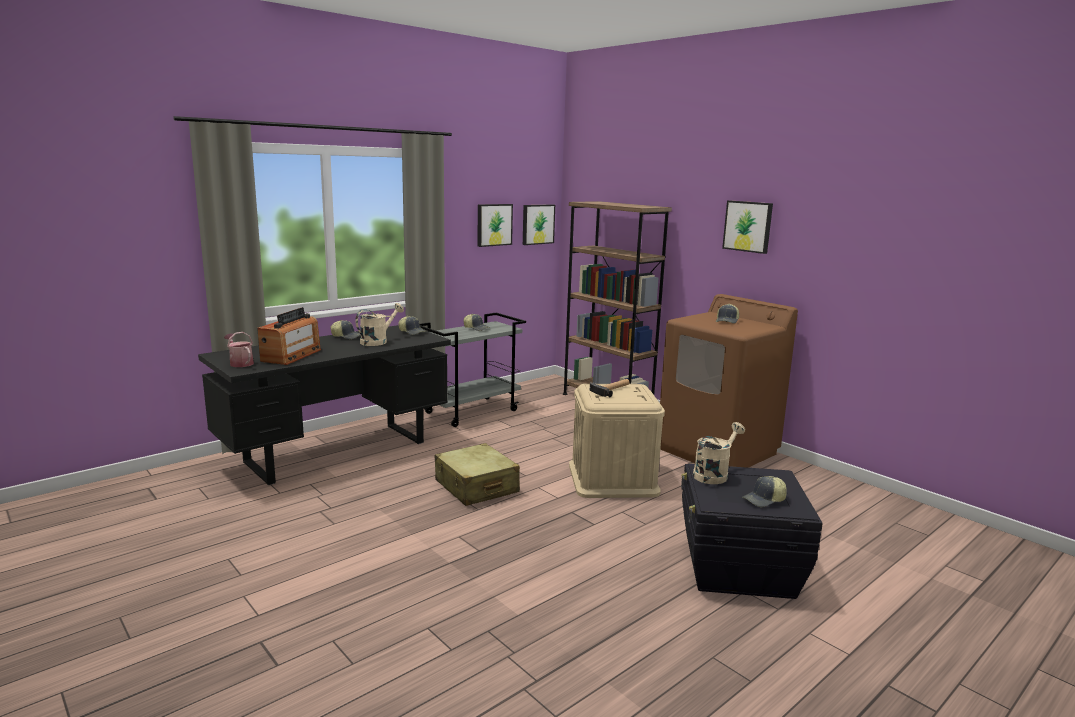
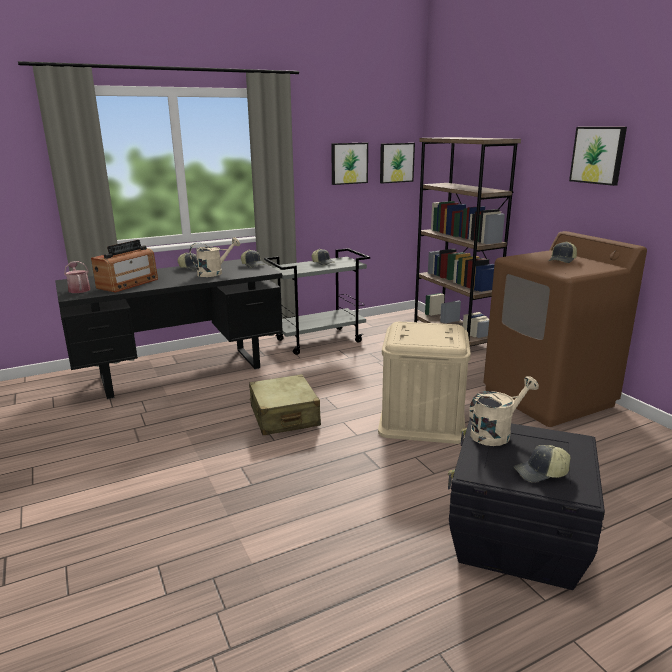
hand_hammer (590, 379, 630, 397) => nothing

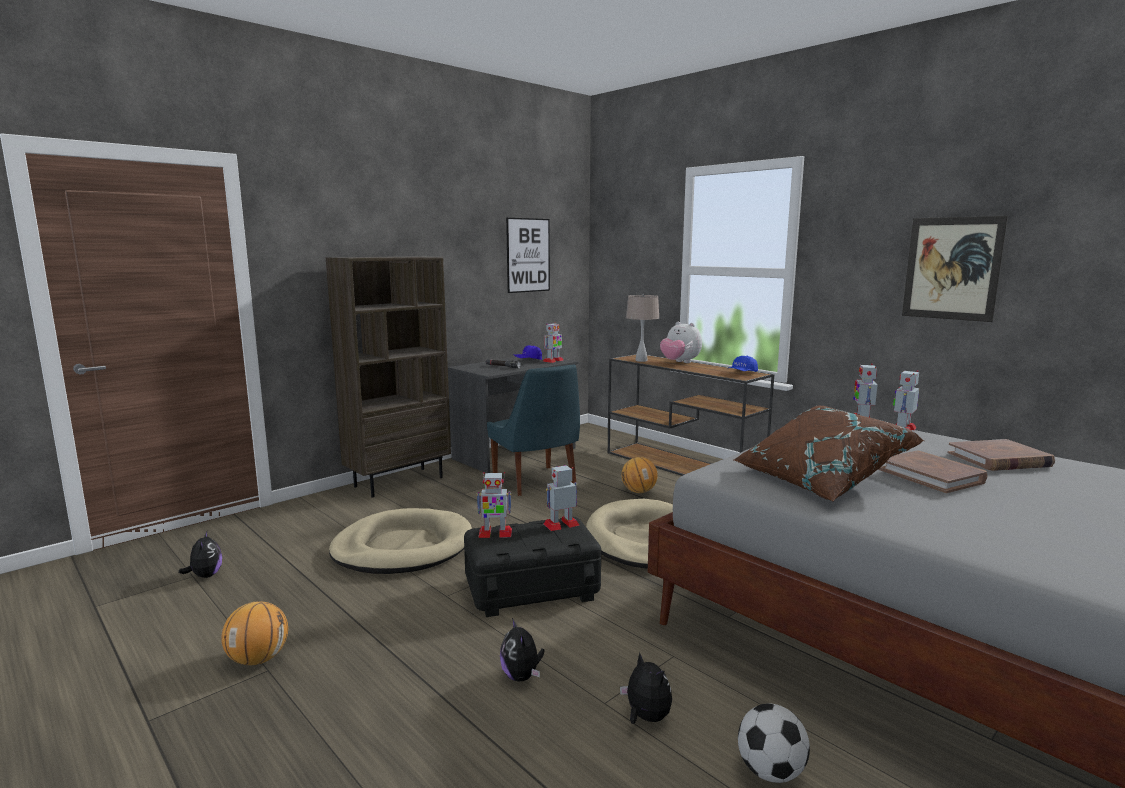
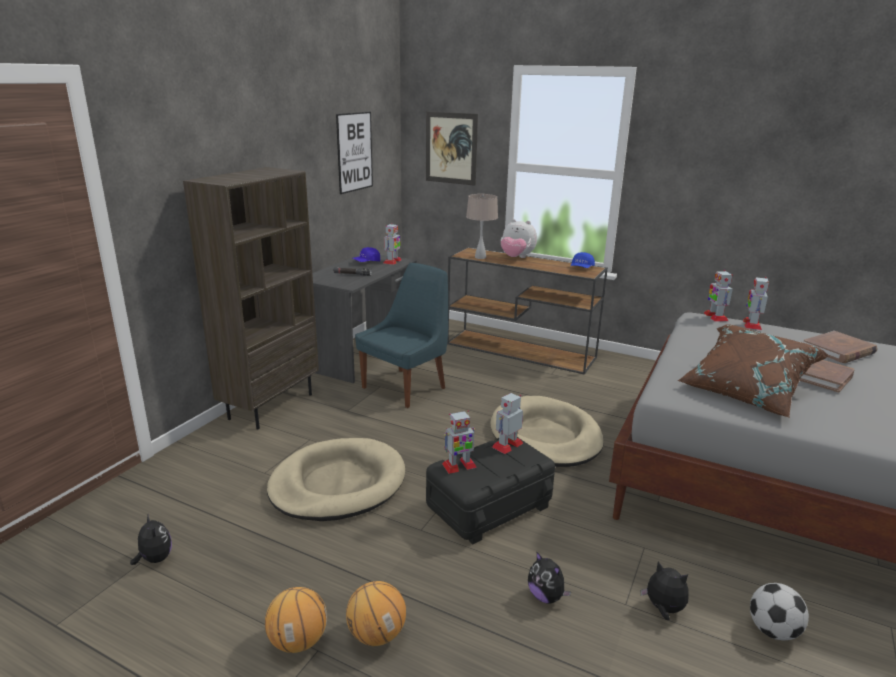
basketball_ball (621, 457, 658, 493) => basketball_ball (346, 581, 406, 646), shifted
bluish_upright_chair (487, 364, 580, 496) => bluish_upright_chair (355, 263, 448, 408), 90 degrees counterclockwise
wall_art (902, 216, 1008, 322) => wall_art (426, 111, 478, 186), shifted

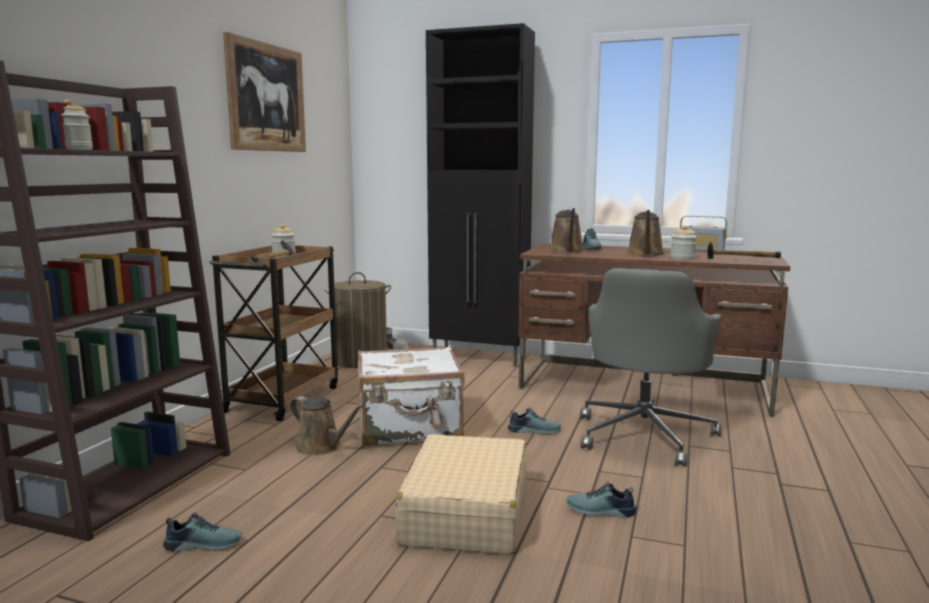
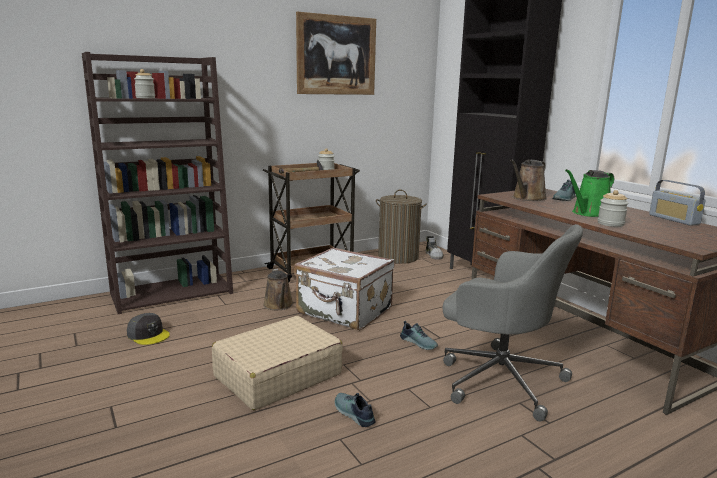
item_of_footwear (163, 512, 242, 552) => grey_peaked_cap (127, 313, 170, 345)
grey_computer_chair (580, 268, 722, 467) => grey_computer_chair (443, 224, 583, 422), 120 degrees counterclockwise
brownish_watering_can (627, 210, 664, 256) => green-coloured_watering_can (565, 169, 614, 217)
hand_hammer (707, 241, 781, 259) => nothing

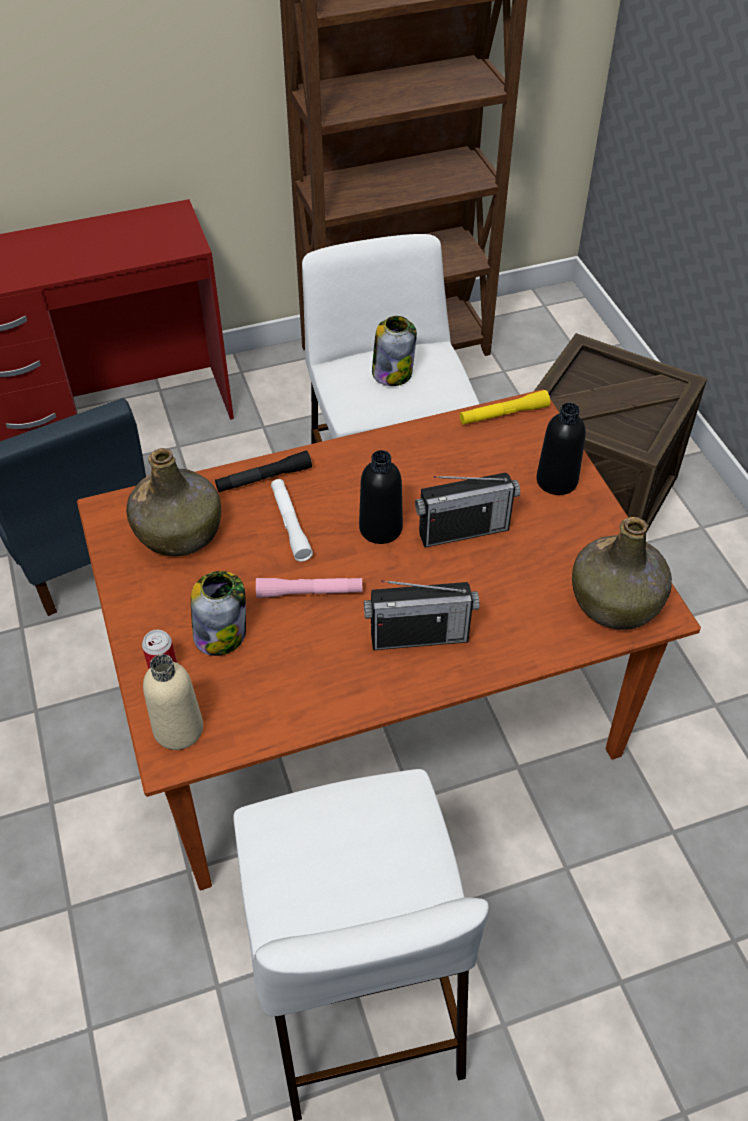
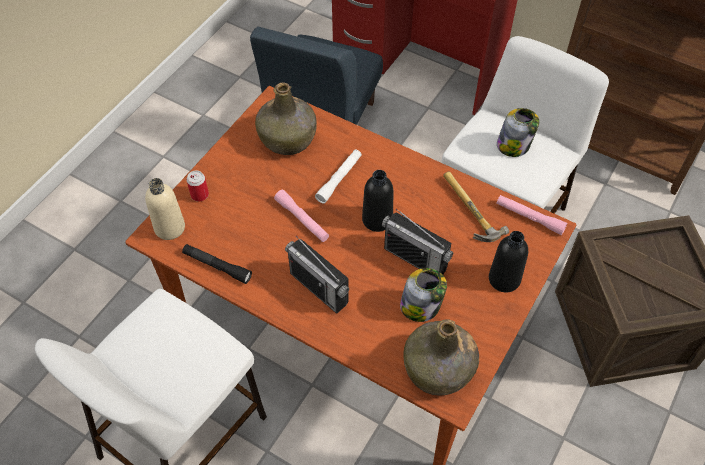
black-coloured_hand_torch (215, 450, 312, 493) => black-coloured_hand_torch (182, 244, 252, 284), shifted
storage_jar (191, 571, 246, 656) => storage_jar (400, 268, 447, 322), shifted
nothing => hand_hammer (443, 172, 509, 242)
yellowish_hand_torch (460, 390, 550, 425) => pinkish_hand_torch (496, 195, 567, 235)

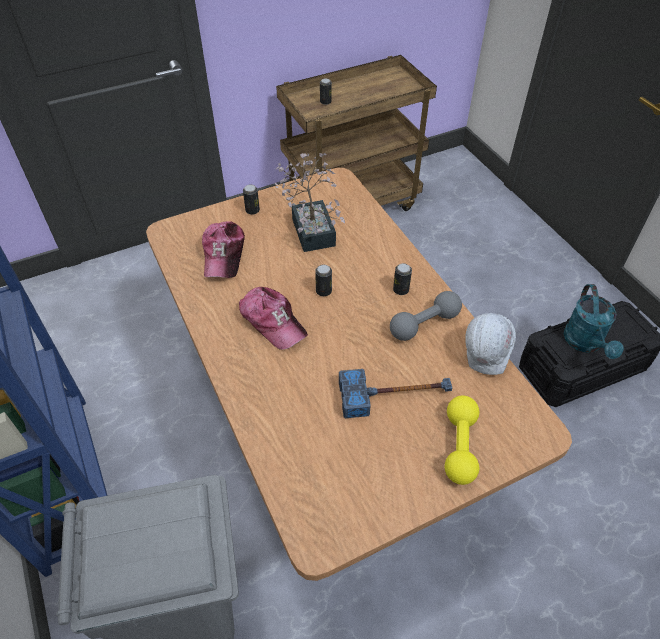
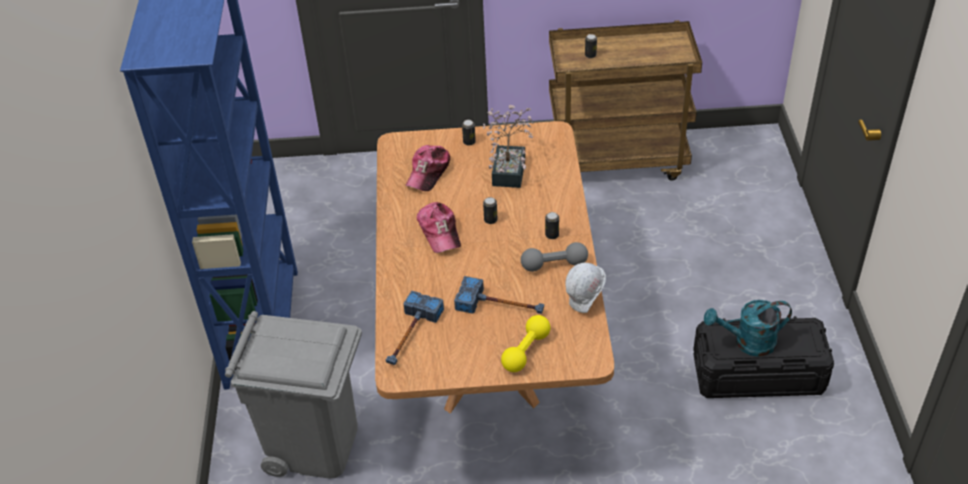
nothing => hand_hammer (386, 291, 444, 365)
turquoise_watering_can (564, 284, 624, 359) => turquoise_watering_can (704, 300, 792, 357), 60 degrees clockwise

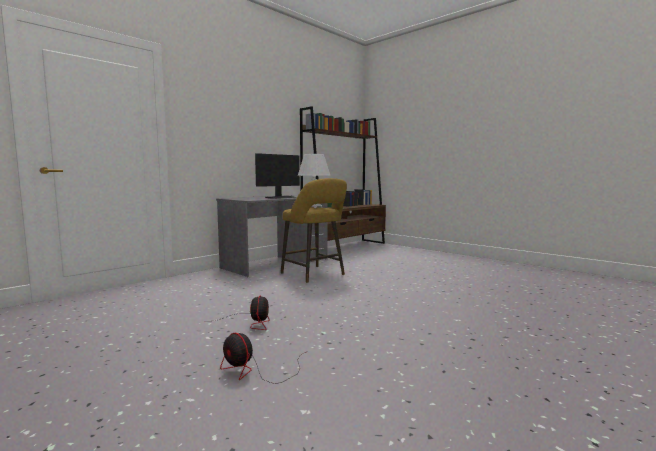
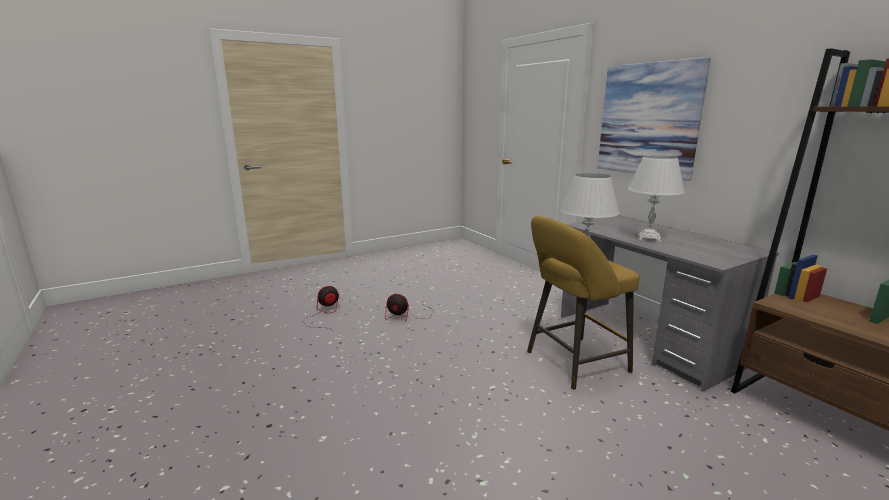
nothing => wall_art (598, 57, 711, 181)
computer_display (255, 153, 300, 199) => white_table_lamp (628, 156, 685, 242)

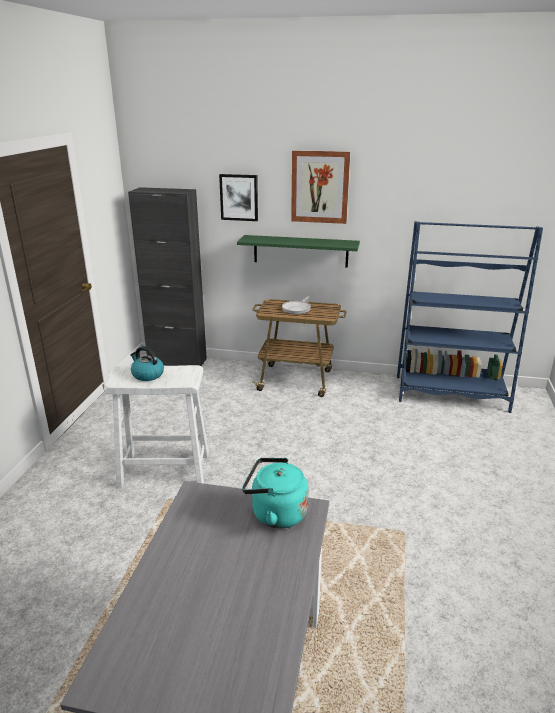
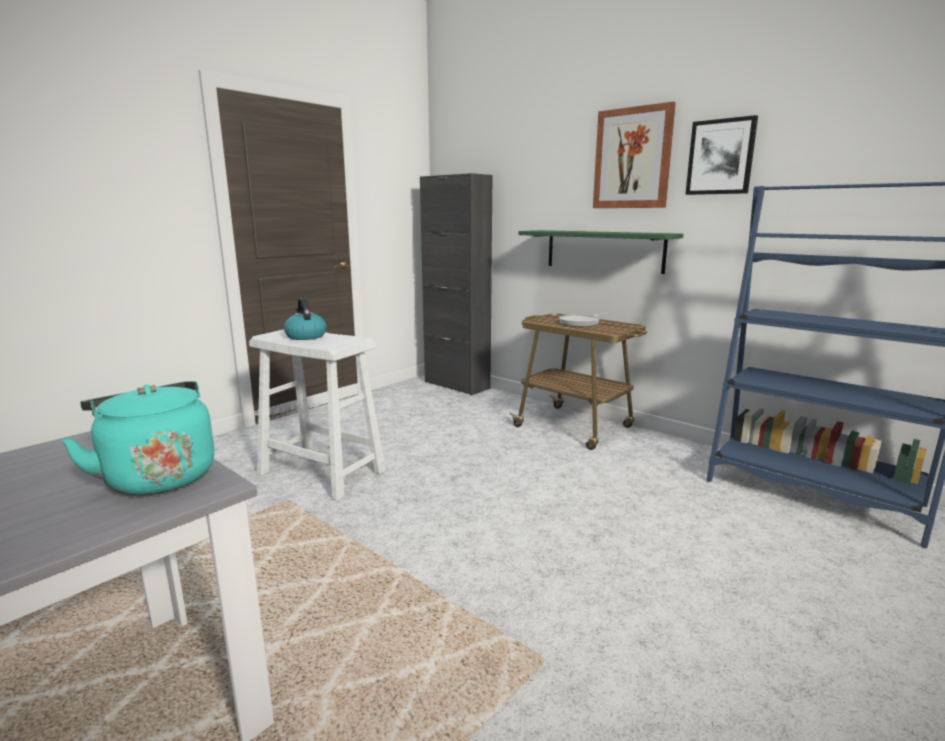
wall_art (219, 174, 258, 221) => wall_art (685, 115, 758, 195), shifted

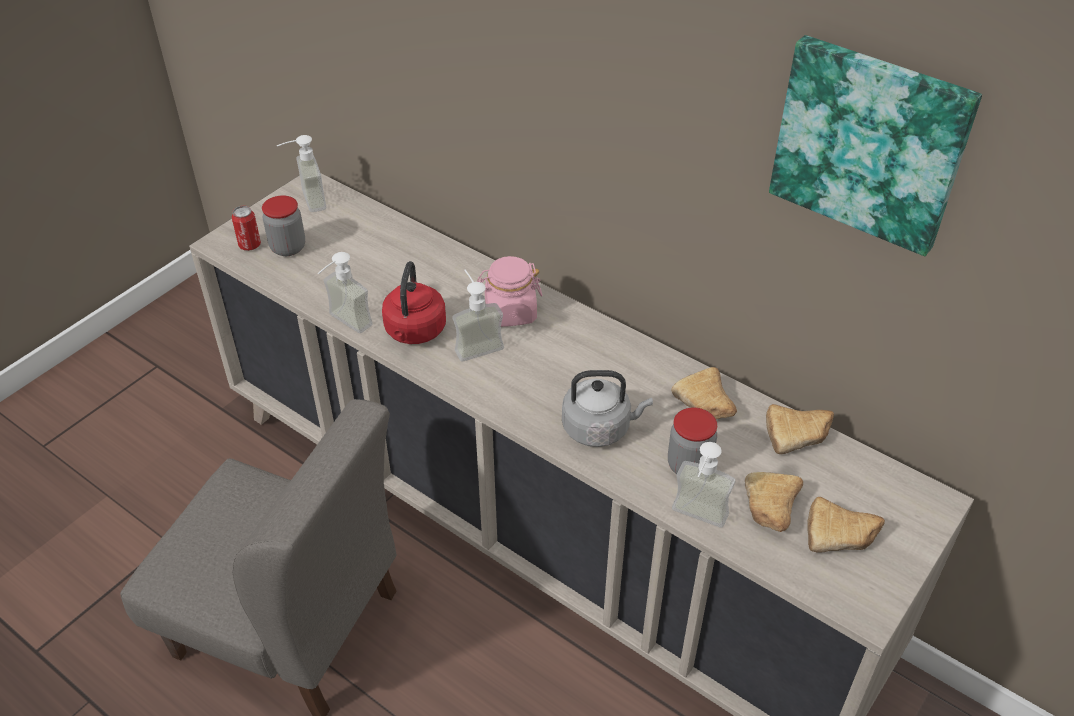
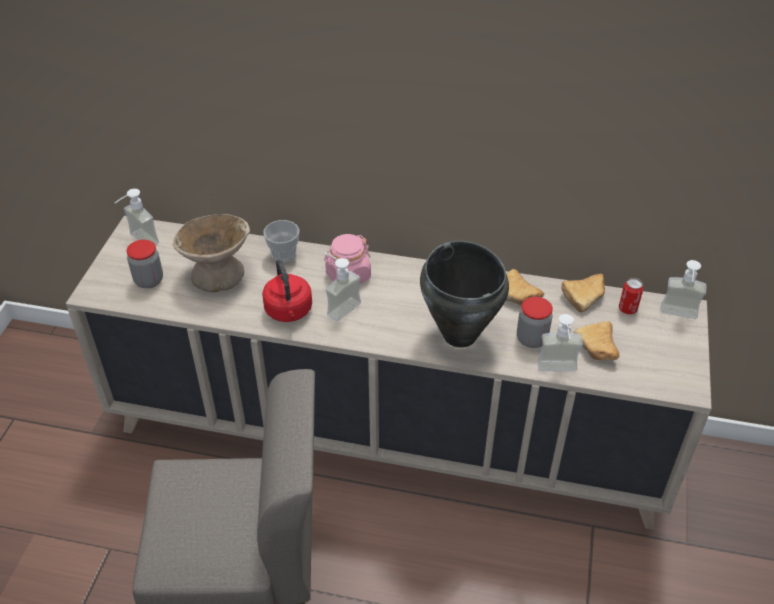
nothing => beige-coloured_bowl (173, 214, 250, 292)
nothing => small_cup (263, 220, 299, 263)
grey_tea_kettle (562, 370, 653, 447) => black-coloured_stockpot (420, 241, 509, 348)
metal_can (232, 206, 261, 251) => metal_can (619, 278, 644, 314), shifted
soap_bottle (318, 252, 373, 333) => soap_bottle (661, 260, 706, 319), shifted
wall_art (769, 35, 982, 256) => nothing
bakery_bread (807, 497, 885, 553) => nothing

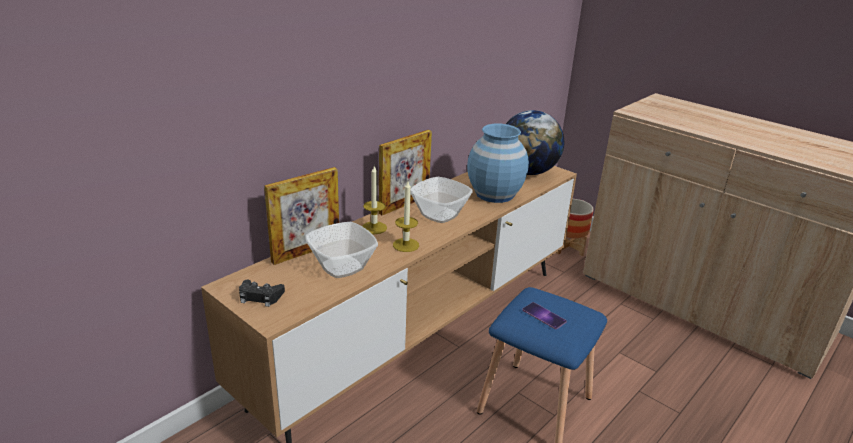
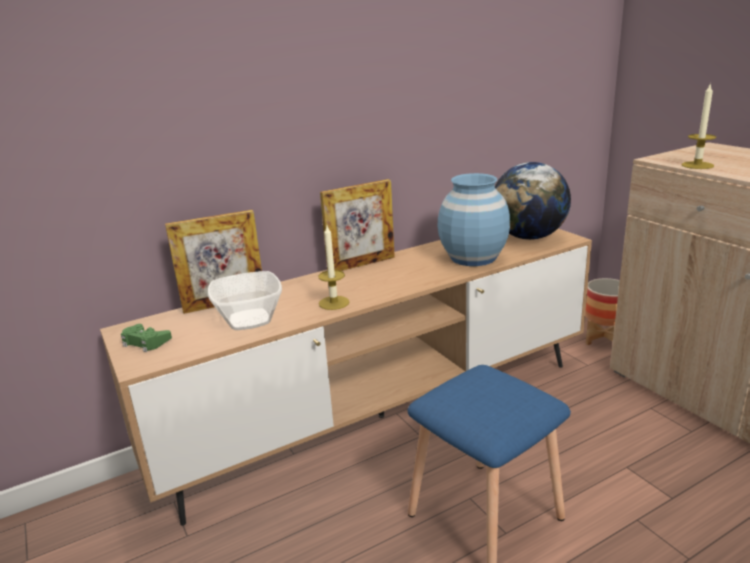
black-coloured_gamepad (239, 280, 285, 307) => green-coloured_gamepad (121, 324, 172, 352)
candle (362, 165, 387, 234) => candle (681, 83, 716, 169), shifted
bowl (411, 177, 473, 223) => nothing
handset (522, 302, 567, 329) => nothing

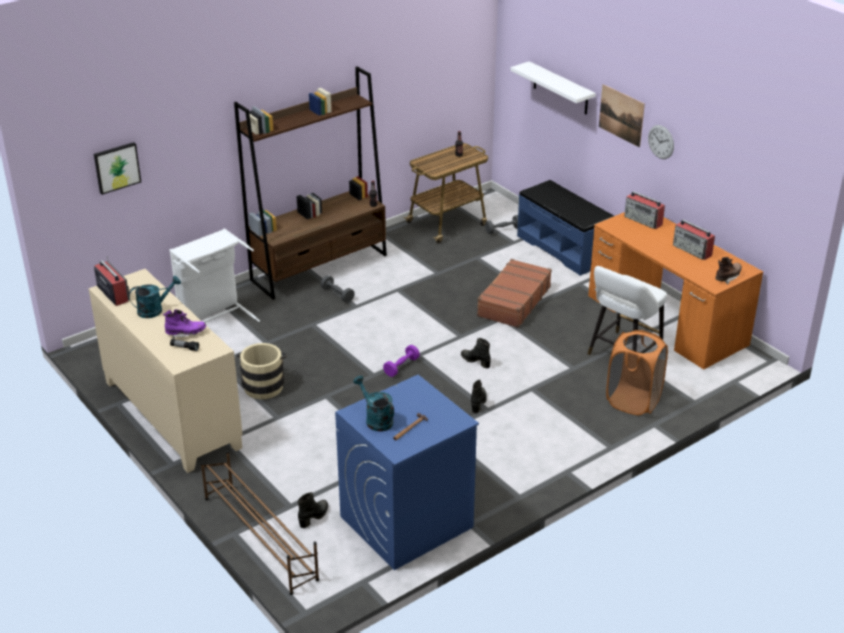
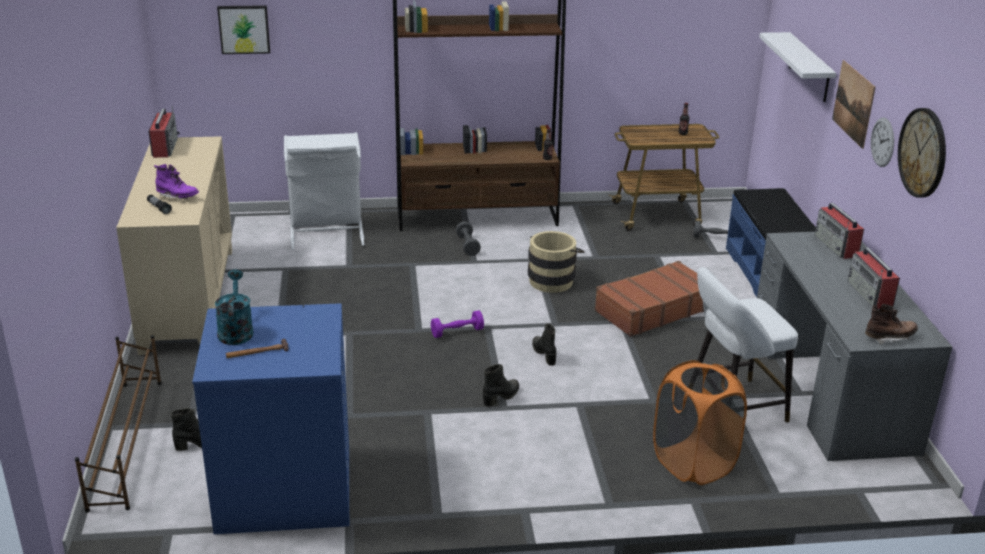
beige-coloured_water_bucket (236, 343, 287, 399) => beige-coloured_water_bucket (528, 231, 585, 293), shifted
orange-coloured_desk_table (588, 212, 763, 369) => grey_desk_table (757, 232, 952, 461)
nothing => hanging_clock (898, 108, 946, 198)
turquoise_watering_can (129, 276, 181, 318) => nothing

